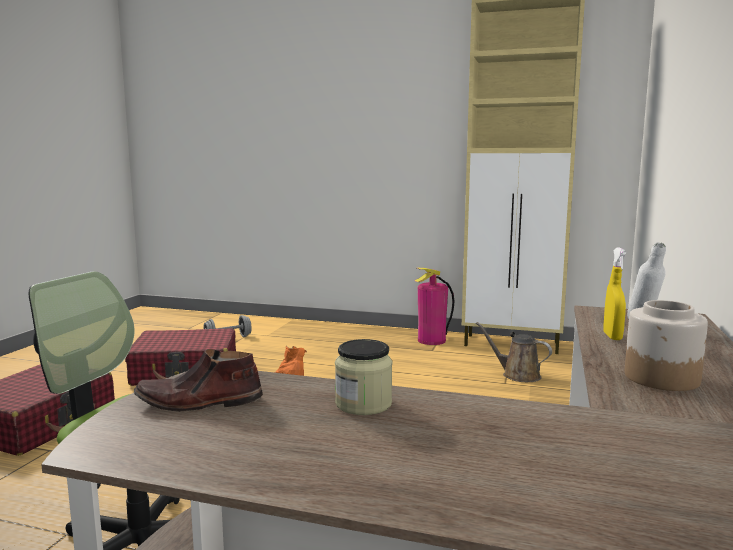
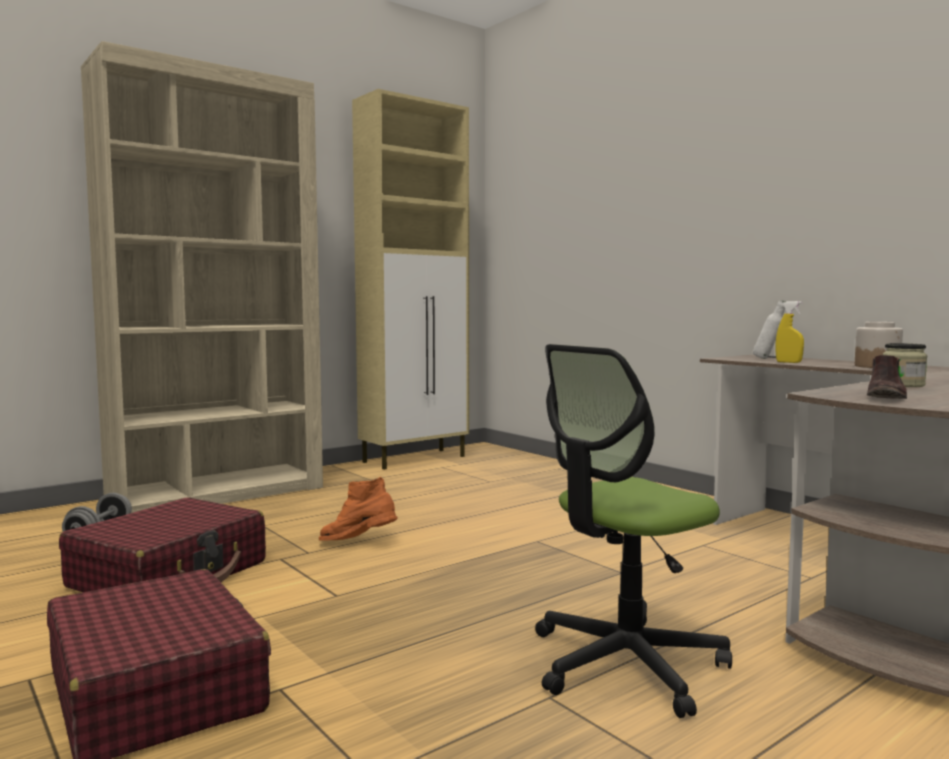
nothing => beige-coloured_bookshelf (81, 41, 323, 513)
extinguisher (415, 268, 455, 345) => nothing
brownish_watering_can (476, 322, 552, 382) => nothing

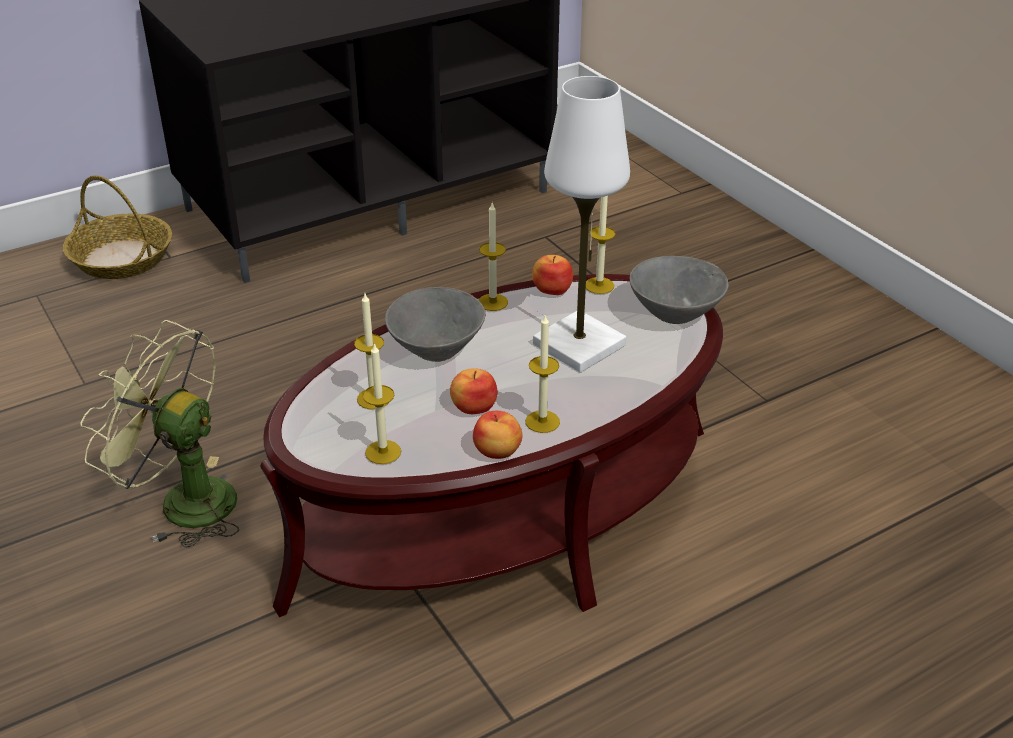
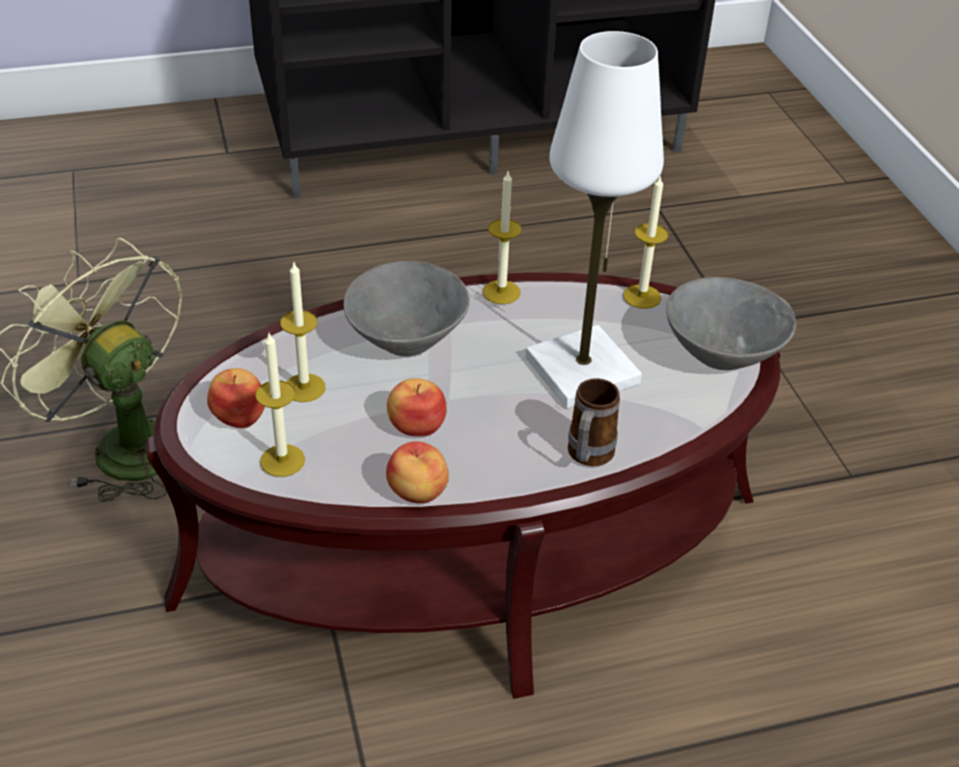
apple_fruit (532, 255, 573, 295) => apple_fruit (207, 368, 265, 428), shifted
nothing => mug (568, 378, 620, 466)
storage_basket (63, 175, 172, 279) => nothing
candle (525, 315, 560, 433) => nothing

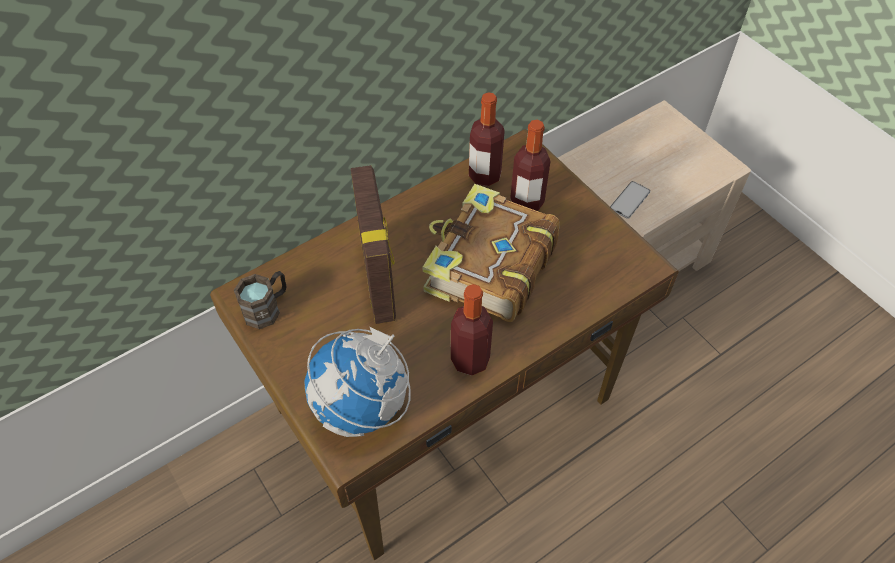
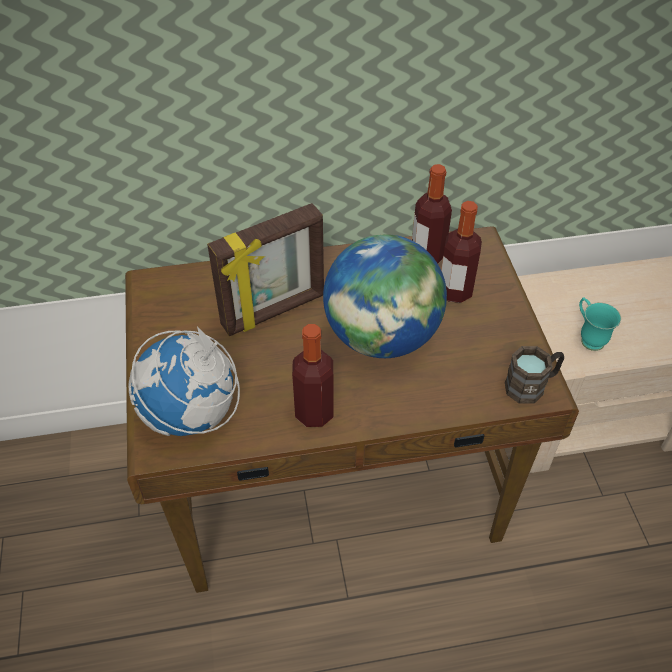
standing_frame (351, 165, 396, 324) => standing_frame (207, 203, 324, 336), 45 degrees clockwise
bound_book (423, 184, 560, 322) => world_globe (323, 234, 447, 358)
brownish_mug (234, 271, 286, 329) => brownish_mug (505, 346, 564, 404), shifted
handset (610, 181, 650, 219) => turquoise_mug (579, 297, 621, 351)

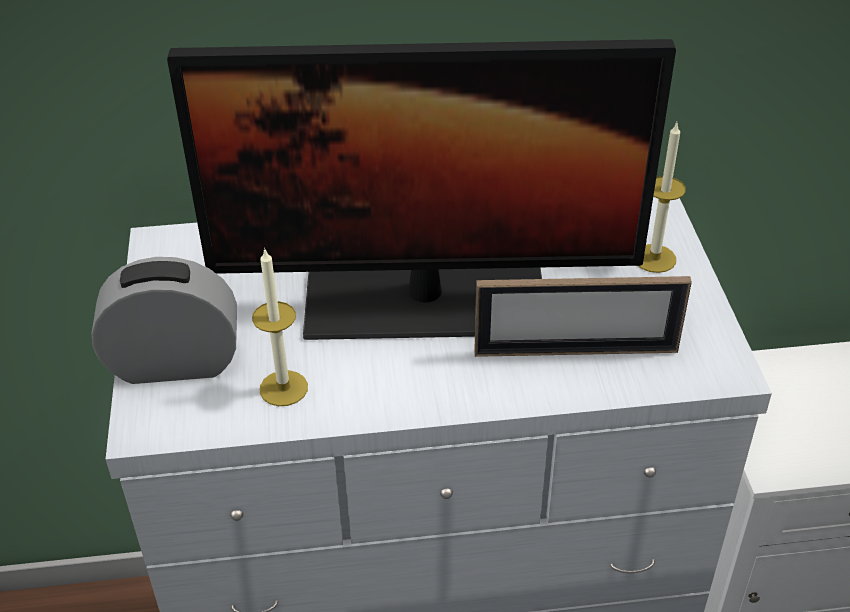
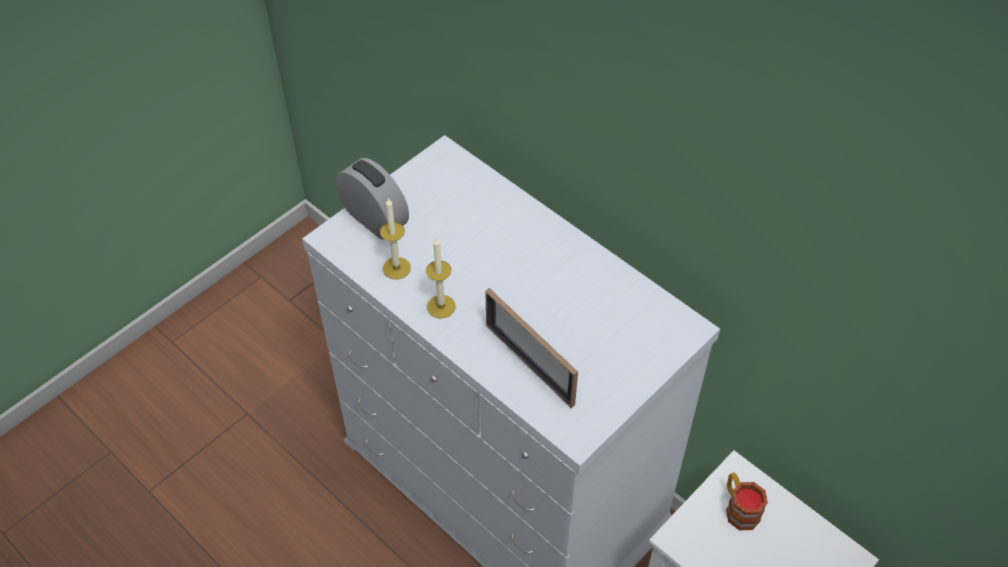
candle (638, 123, 686, 273) => candle (426, 238, 456, 318), shifted
nothing => mug (726, 473, 768, 530)
computer_display (167, 39, 676, 340) => nothing

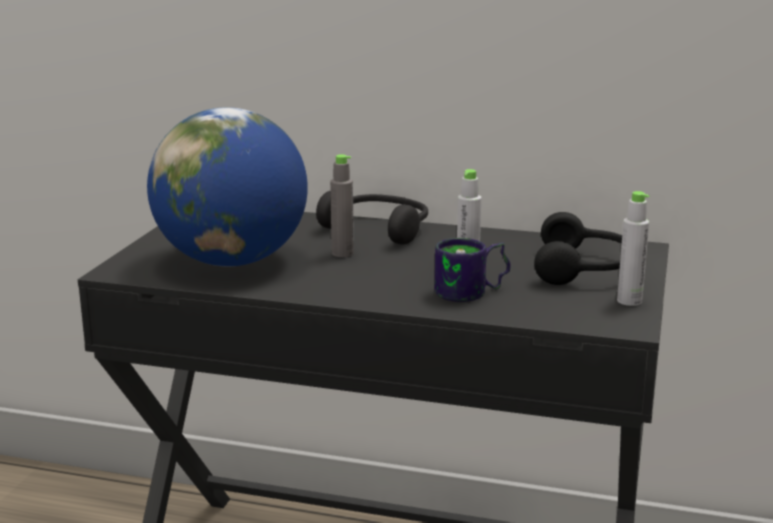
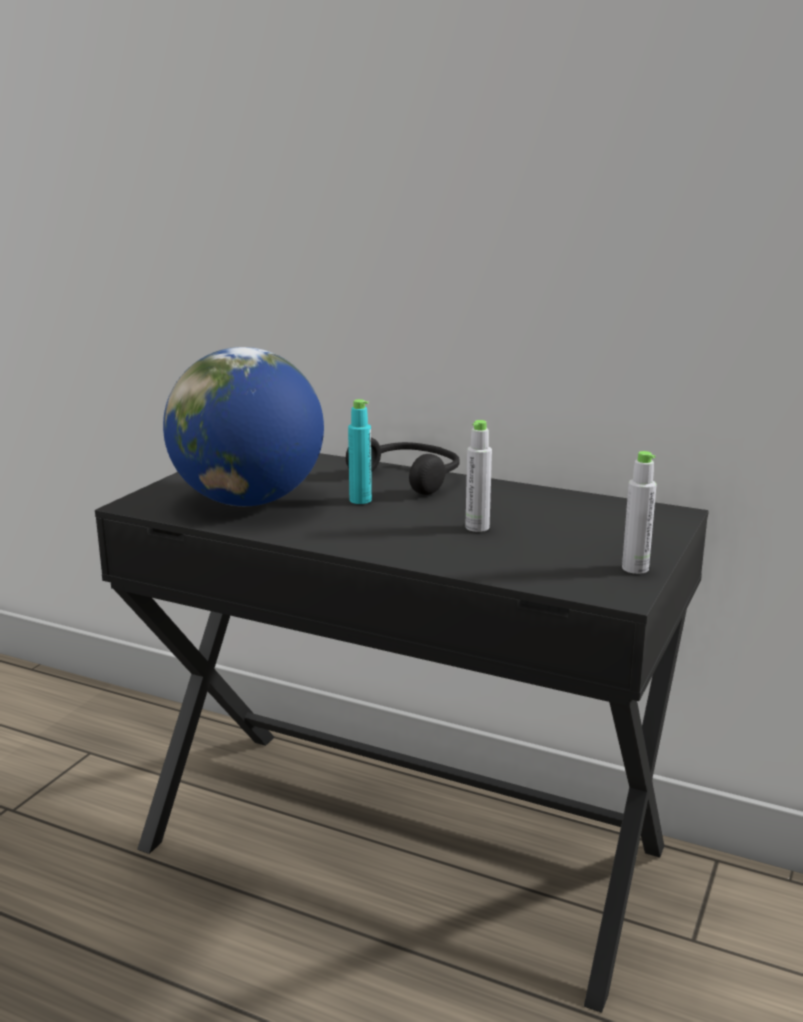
grey_drink_bottle (330, 154, 354, 257) => turquoise_drink_bottle (348, 399, 372, 504)
mug (435, 238, 510, 302) => nothing
black-coloured_pair_of_headphones (534, 212, 622, 285) => nothing

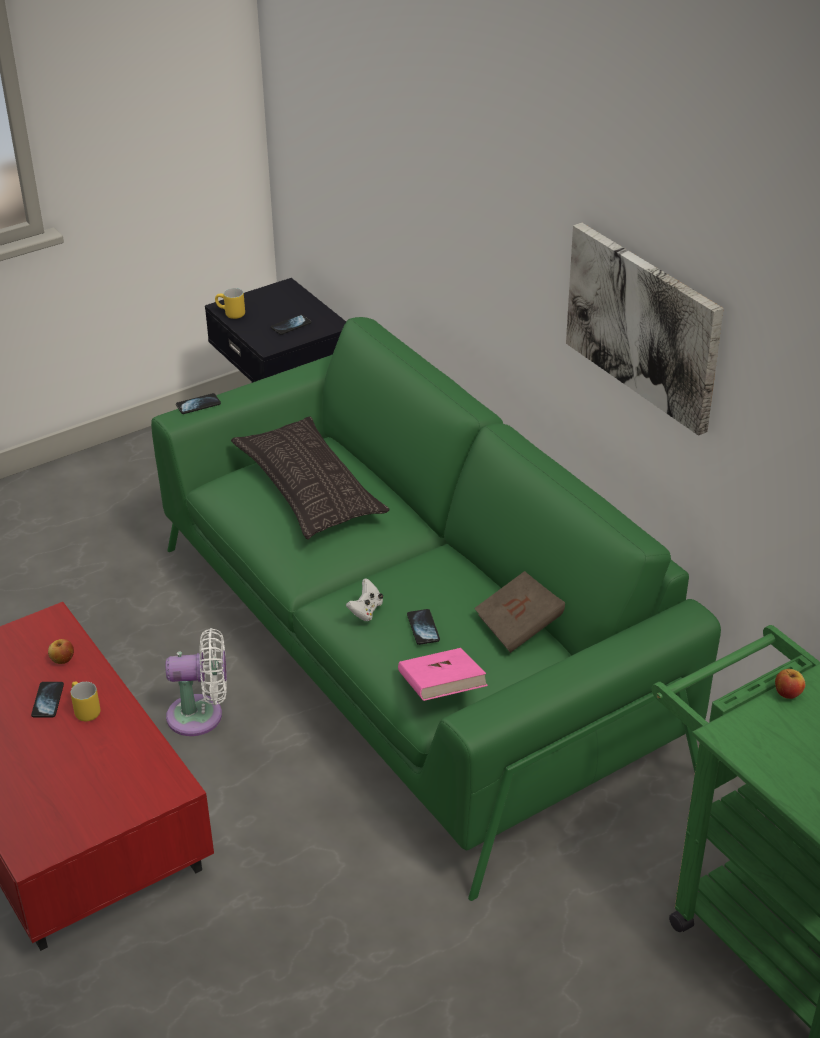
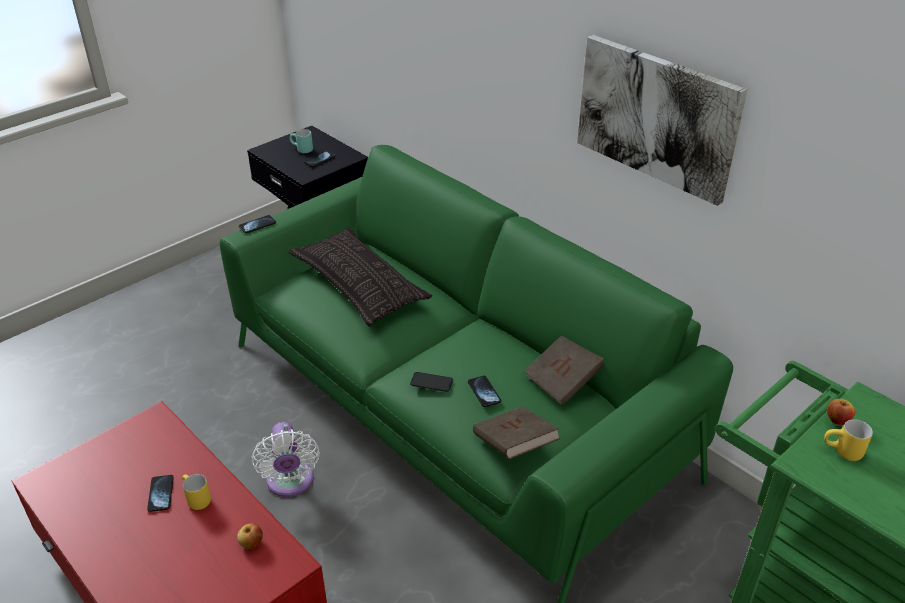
apple_fruit (48, 639, 74, 664) => apple_fruit (237, 523, 263, 549), shifted
white_fan (165, 628, 227, 736) => white_fan (251, 422, 320, 497), 90 degrees clockwise
nothing => turquoise_mug (289, 129, 313, 153)
white_gamepad (346, 578, 383, 621) => handset (410, 372, 453, 392)
pinkish_bound_book (398, 648, 488, 701) => brownish_bound_book (473, 406, 560, 459)
yellowish_mug (215, 288, 245, 319) => yellowish_mug (824, 419, 873, 461), shifted

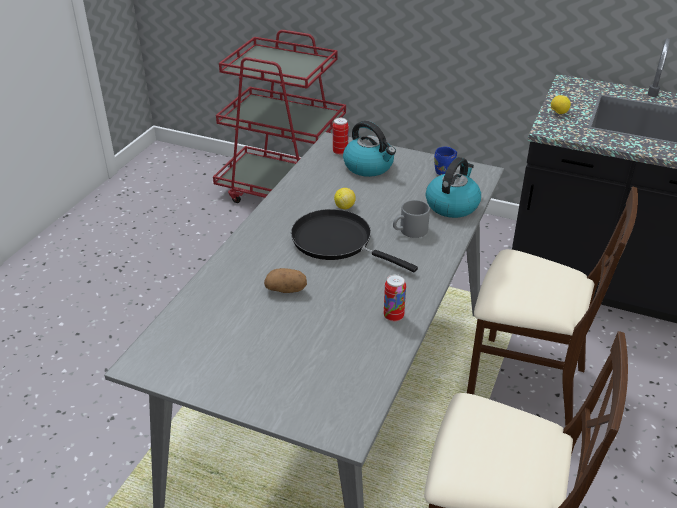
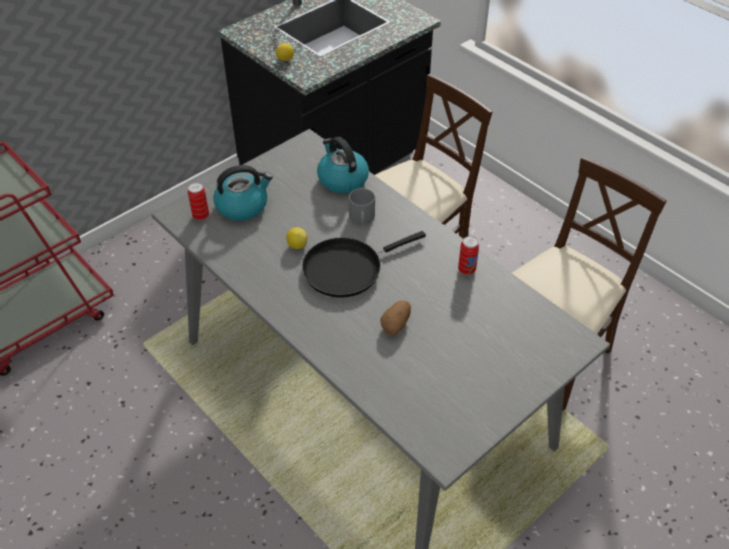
bluish_mug (434, 147, 457, 175) => nothing

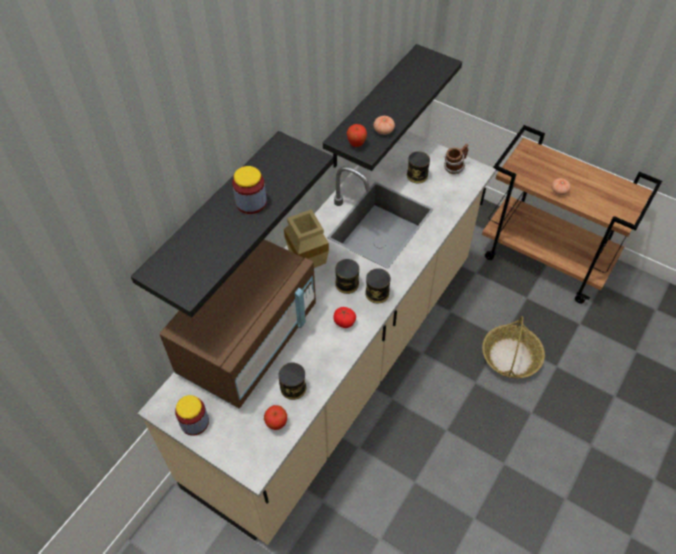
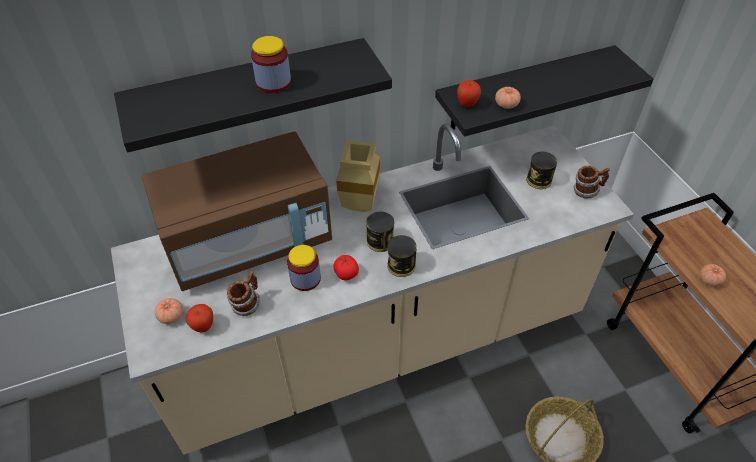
nothing => fresh_tomato (155, 298, 183, 324)
metal_can (278, 363, 306, 400) => mug (227, 271, 260, 316)
storage_jar (175, 395, 209, 436) => storage_jar (287, 245, 321, 291), shifted

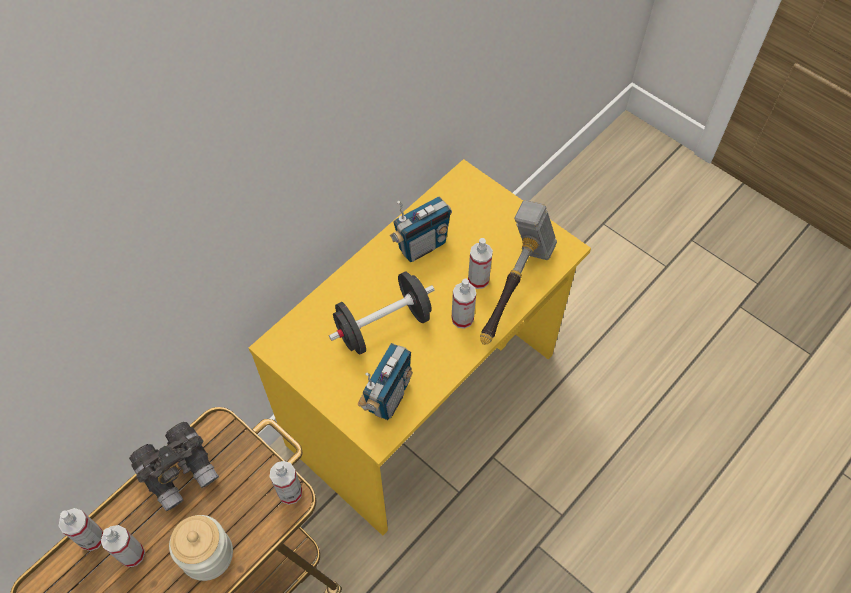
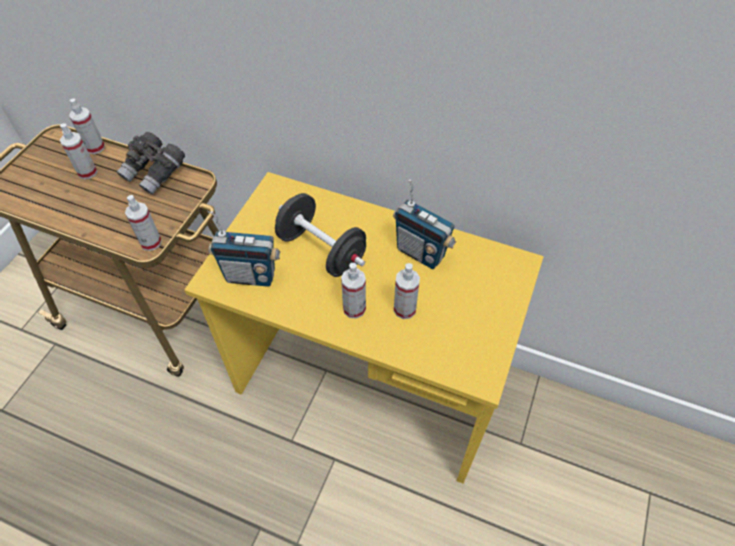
storage_jar (169, 515, 233, 581) => nothing
hand_hammer (480, 200, 557, 345) => nothing

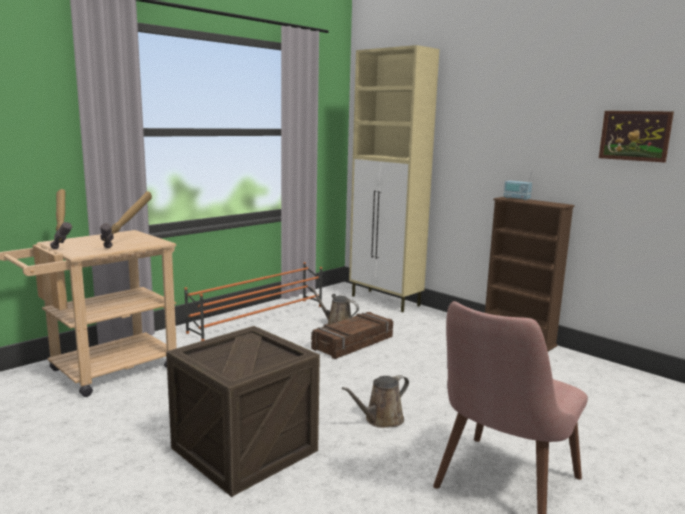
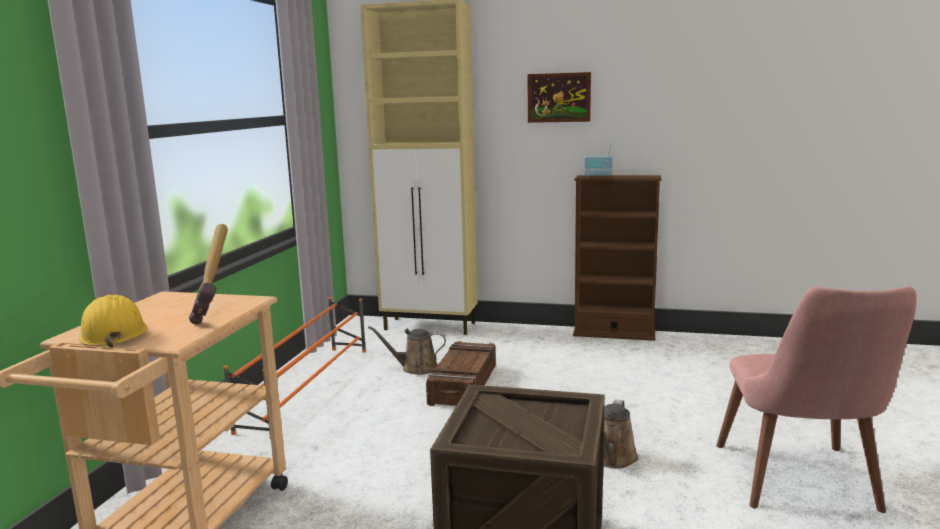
hand_hammer (50, 189, 72, 249) => yellowish_hard_hat (79, 295, 147, 347)
wall_art (599, 111, 674, 163) => wall_art (527, 72, 591, 123), shifted

